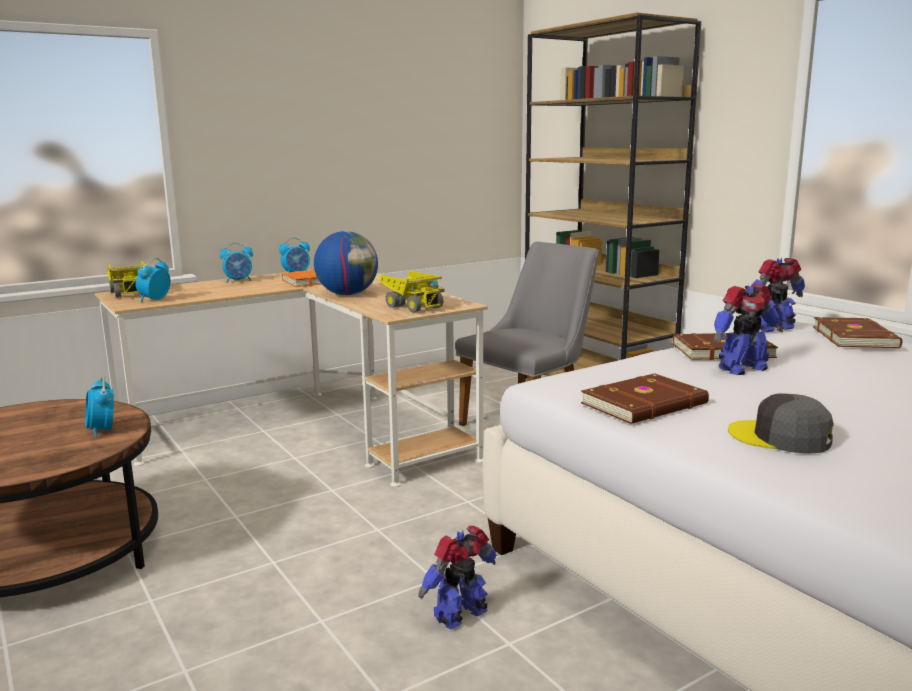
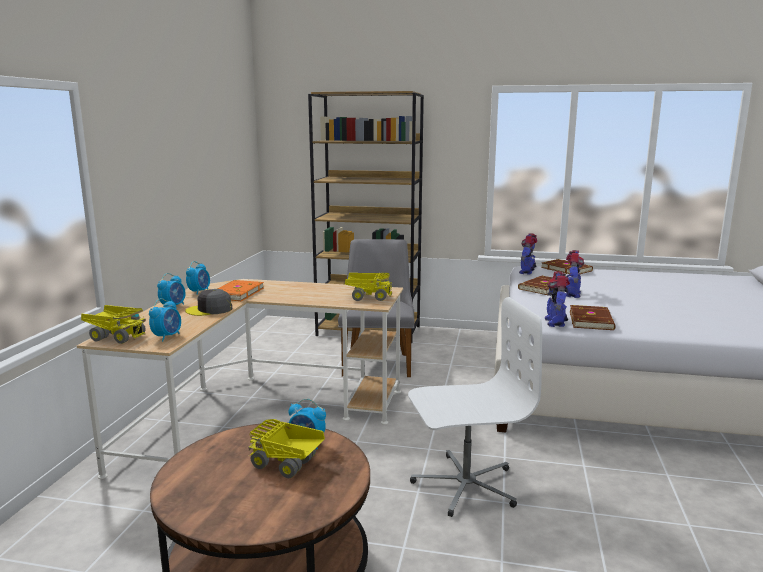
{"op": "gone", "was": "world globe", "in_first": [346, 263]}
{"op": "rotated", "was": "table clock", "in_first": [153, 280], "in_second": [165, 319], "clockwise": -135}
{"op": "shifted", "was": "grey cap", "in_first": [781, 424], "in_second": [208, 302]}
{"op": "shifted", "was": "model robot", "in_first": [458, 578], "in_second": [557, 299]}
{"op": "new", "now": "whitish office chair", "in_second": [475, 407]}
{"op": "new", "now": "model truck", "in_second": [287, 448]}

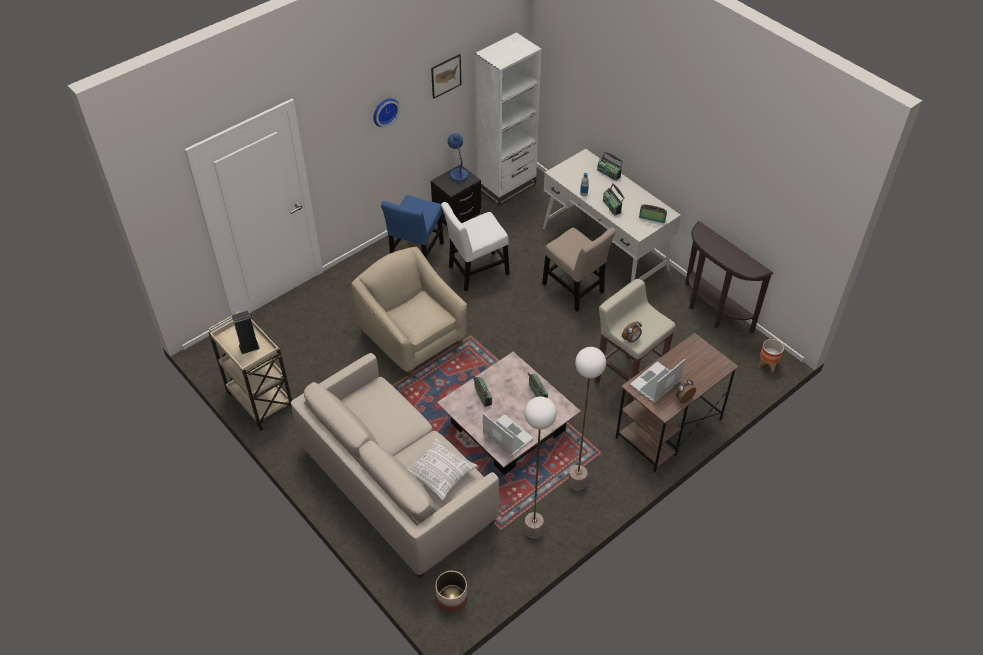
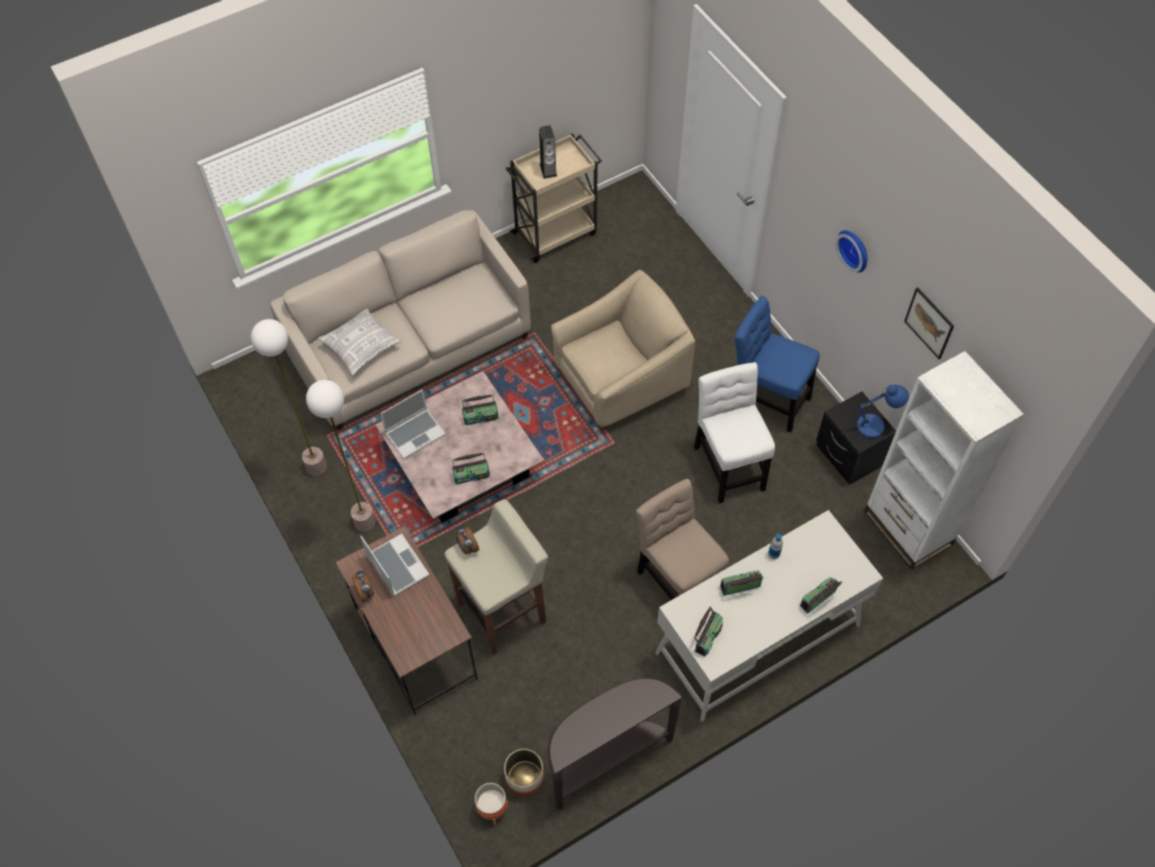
{"op": "rotated", "was": "sand-coloured plain chair", "in_first": [579, 270], "in_second": [682, 539], "clockwise": 90}
{"op": "shifted", "was": "planter", "in_first": [451, 591], "in_second": [524, 773]}

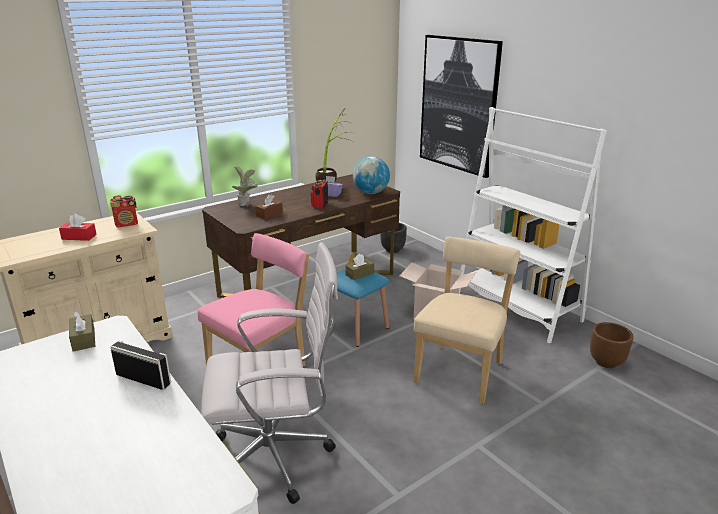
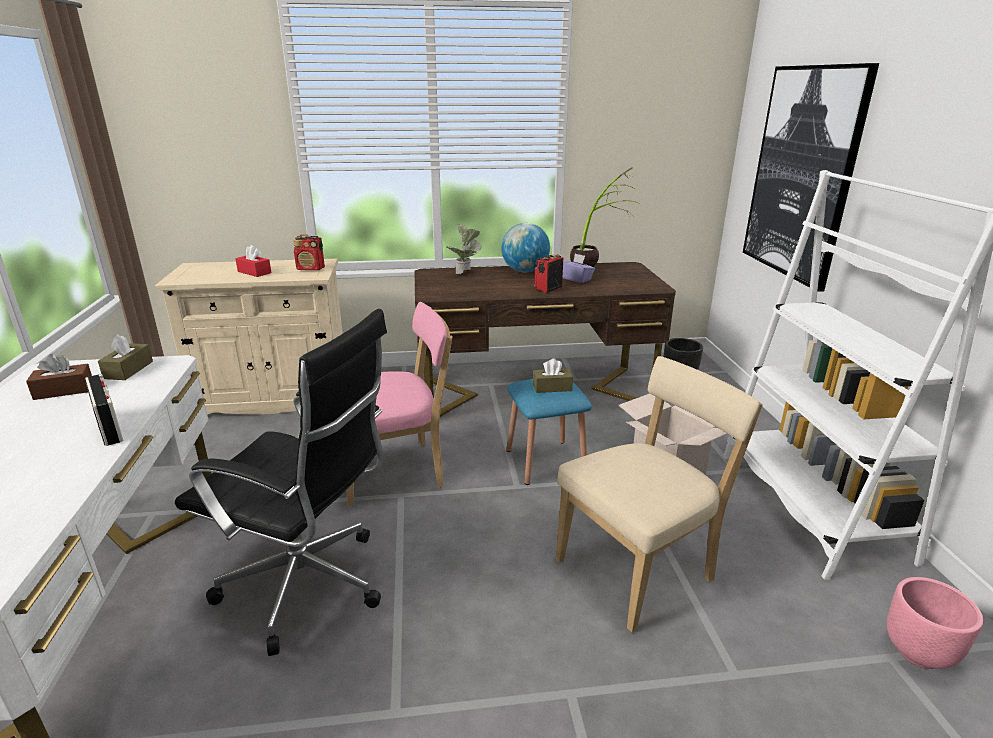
{"op": "shifted", "was": "world globe", "in_first": [371, 175], "in_second": [525, 248]}
{"op": "shifted", "was": "brownish tissue box", "in_first": [269, 206], "in_second": [59, 377]}
{"op": "repainted", "was": "whitish office chair", "now": "black office chair", "in_first": [269, 373], "in_second": [281, 482]}
{"op": "repainted", "was": "brownish planter", "now": "pink-coloured planter", "in_first": [612, 345], "in_second": [935, 623]}

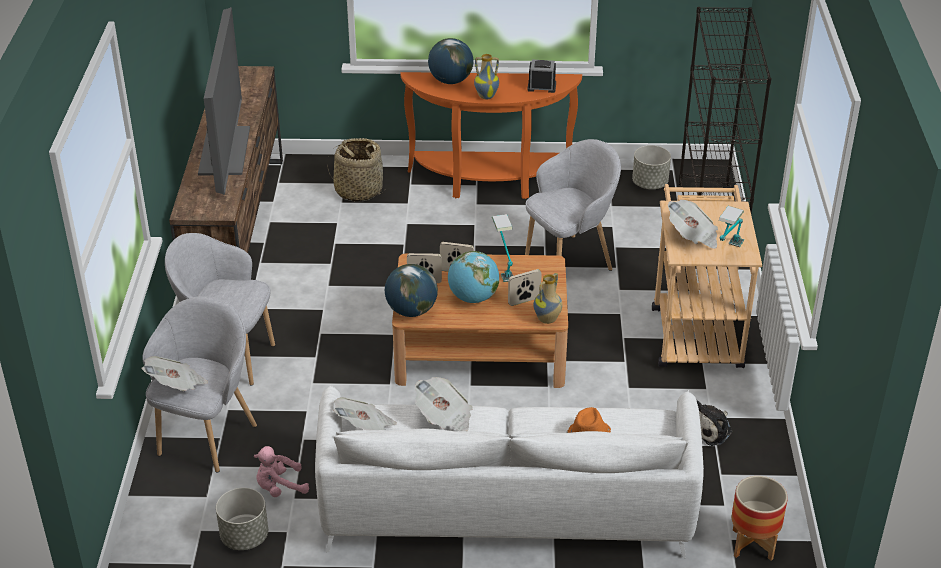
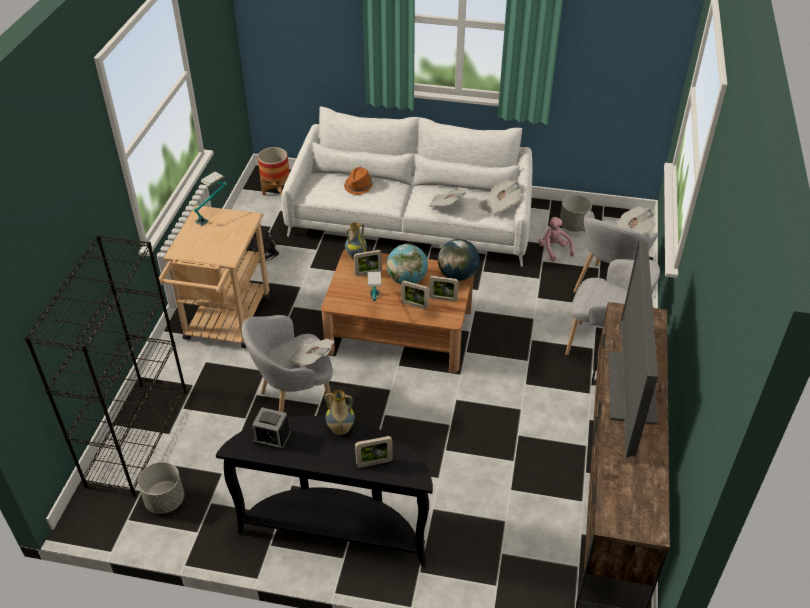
{"op": "swapped", "was": "world globe", "now": "photo frame", "in_first": [451, 61], "in_second": [374, 452]}
{"op": "repainted", "was": "orange narrow table", "now": "black narrow table", "in_first": [491, 135], "in_second": [324, 491]}
{"op": "gone", "was": "basket", "in_first": [356, 169]}
{"op": "shifted", "was": "daily paper", "in_first": [693, 224], "in_second": [311, 352]}
{"op": "rotated", "was": "pink-coloured soft toy", "in_first": [281, 471], "in_second": [556, 239], "clockwise": -105}

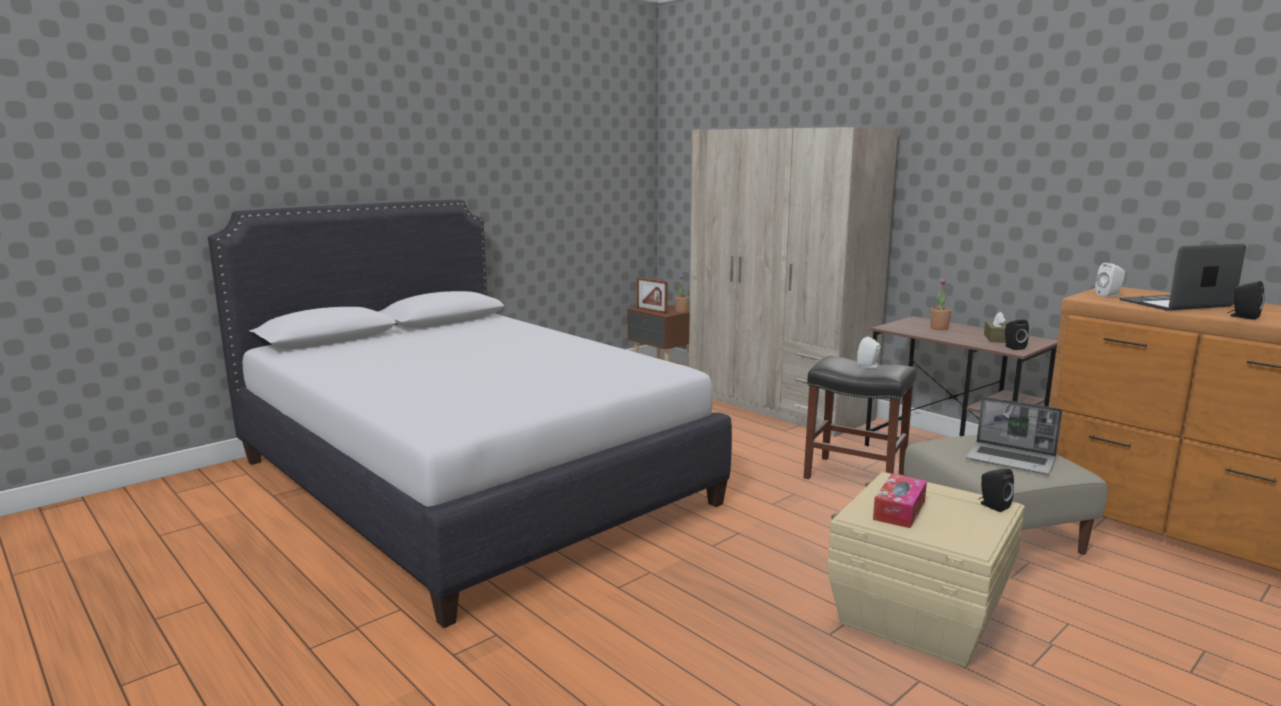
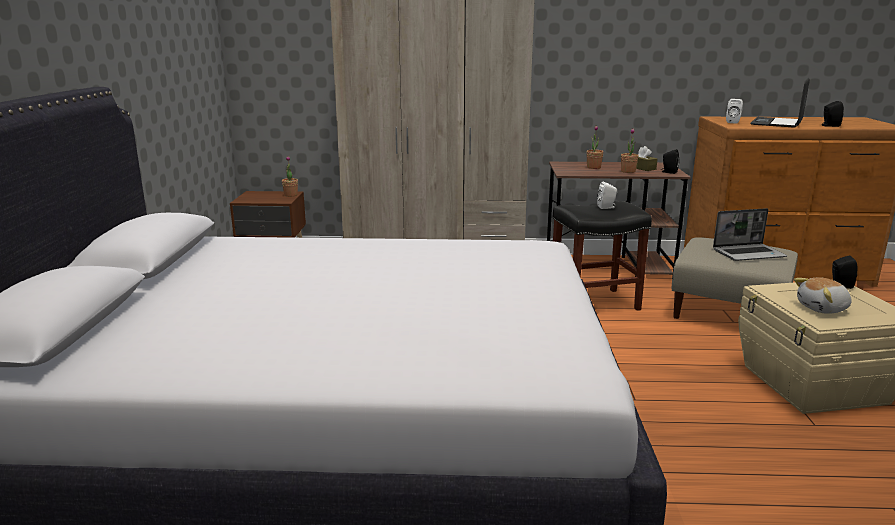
{"op": "gone", "was": "photo frame", "in_first": [652, 295]}
{"op": "swapped", "was": "tissue box", "now": "soft toy", "in_first": [900, 501], "in_second": [823, 295]}
{"op": "new", "now": "potted plant", "in_second": [630, 150]}

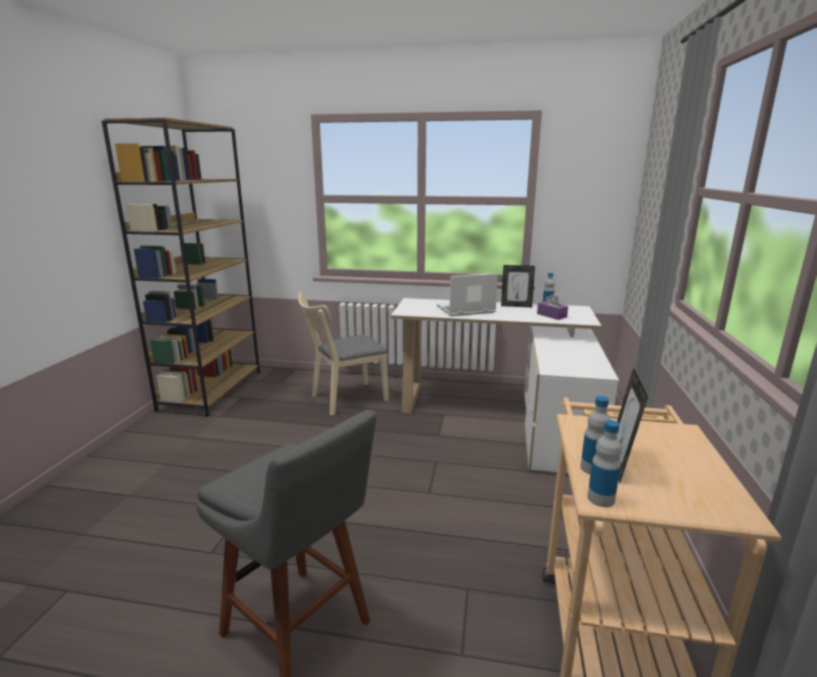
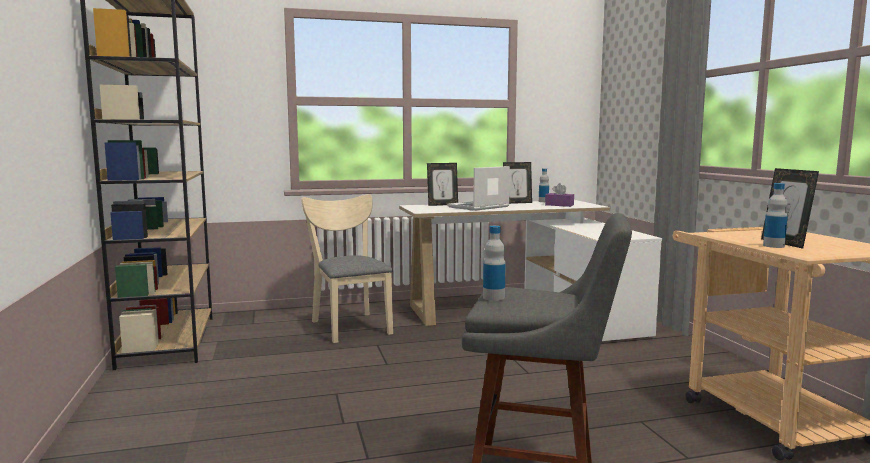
{"op": "rotated", "was": "sand-coloured plain chair", "in_first": [343, 354], "in_second": [347, 268], "clockwise": 120}
{"op": "shifted", "was": "bottle", "in_first": [604, 463], "in_second": [494, 263]}
{"op": "new", "now": "photo frame", "in_second": [442, 184]}

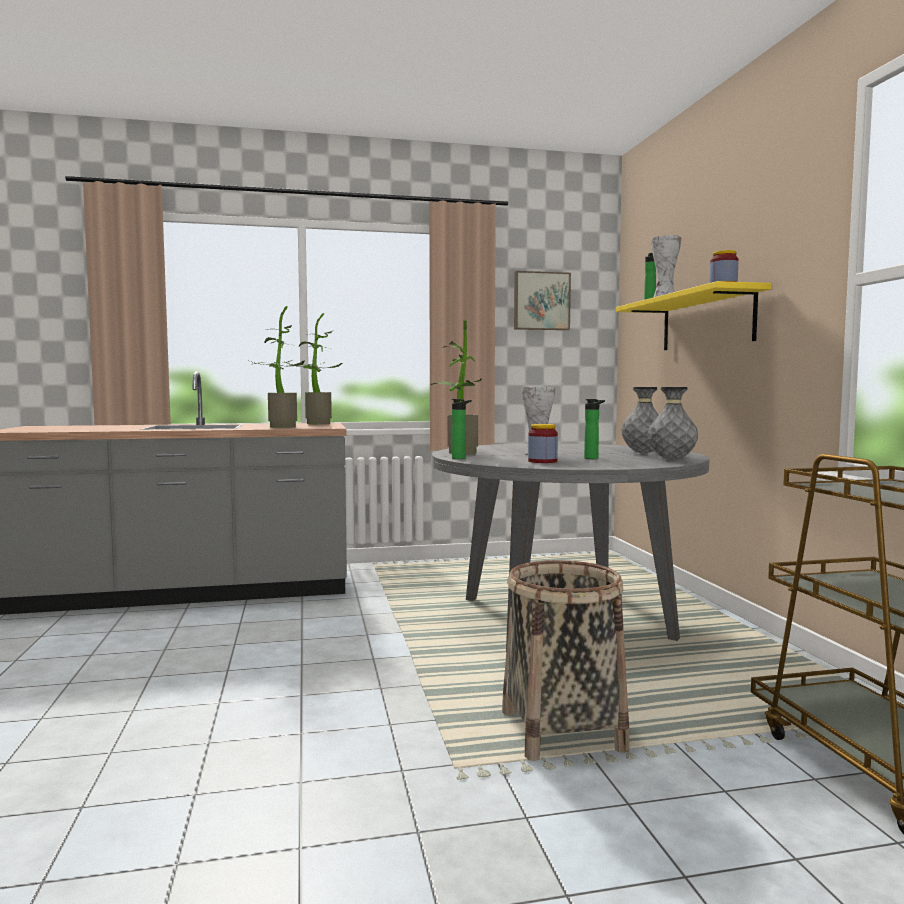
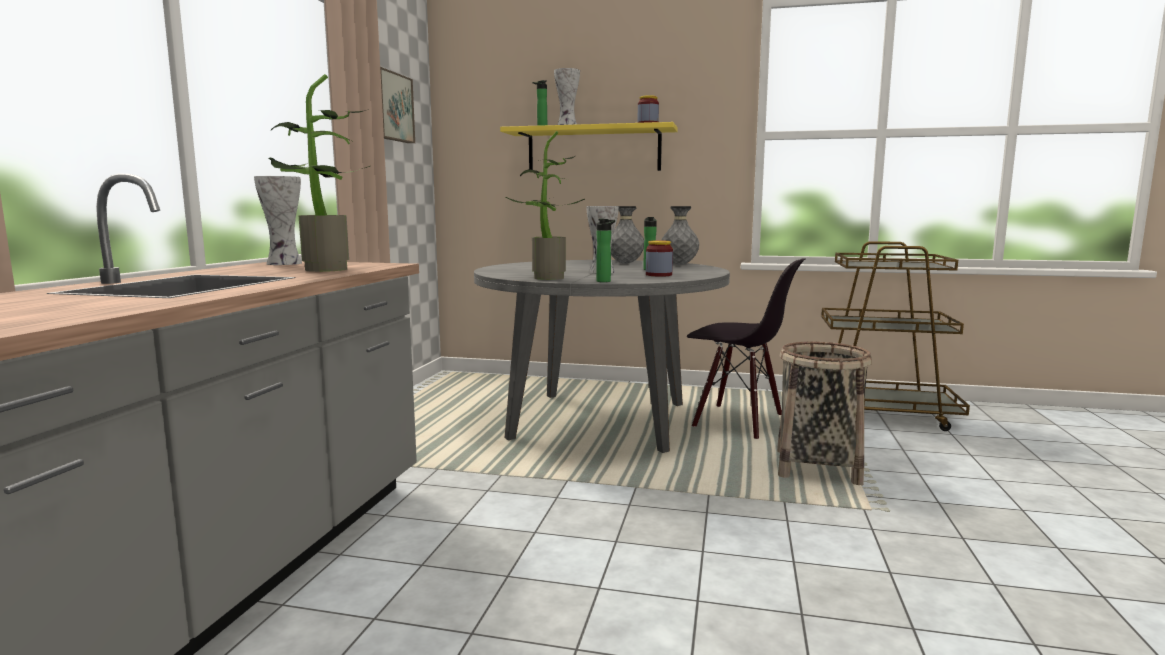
{"op": "swapped", "was": "potted plant", "now": "flower vase", "in_first": [315, 368], "in_second": [278, 220]}
{"op": "new", "now": "black plain chair", "in_second": [746, 348]}

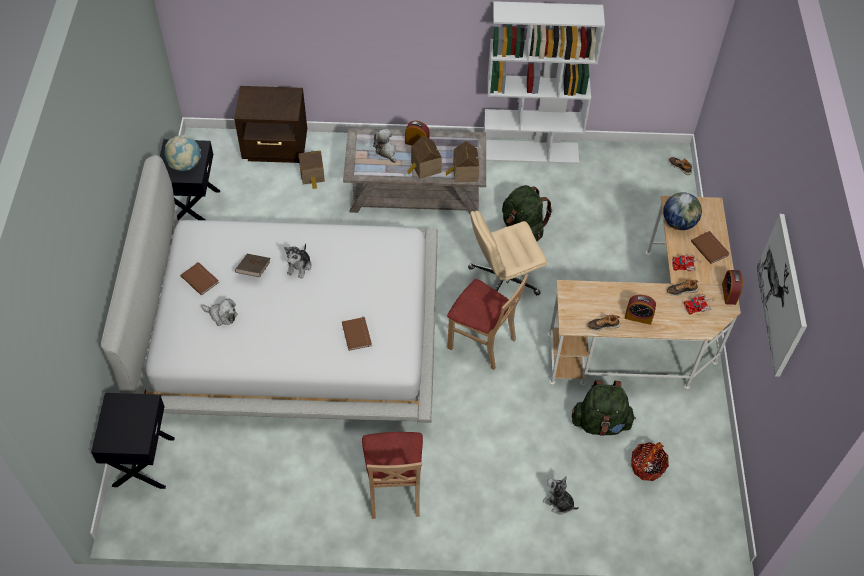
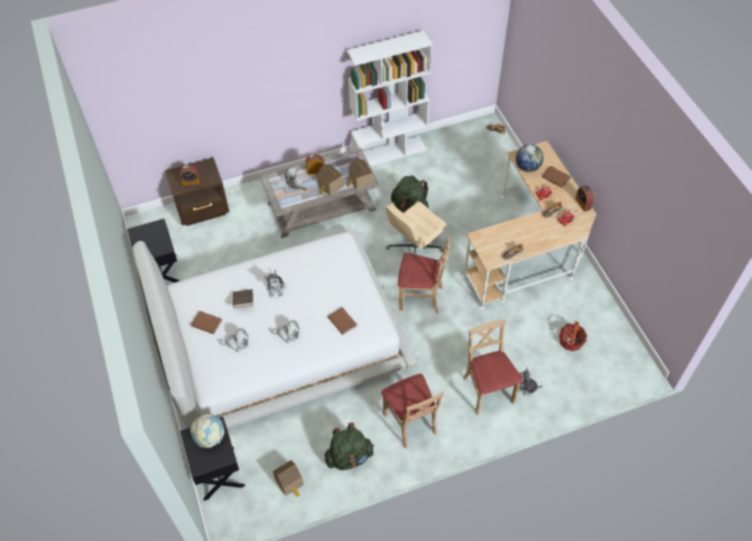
{"op": "shifted", "was": "world globe", "in_first": [182, 153], "in_second": [207, 431]}
{"op": "shifted", "was": "toy house", "in_first": [311, 169], "in_second": [288, 479]}
{"op": "gone", "was": "wall art", "in_first": [781, 295]}
{"op": "shifted", "was": "table clock", "in_first": [640, 310], "in_second": [189, 175]}
{"op": "shifted", "was": "greenish rucksack", "in_first": [604, 408], "in_second": [349, 446]}
{"op": "new", "now": "soft toy", "in_second": [284, 331]}
{"op": "new", "now": "sand-coloured plain chair", "in_second": [493, 367]}

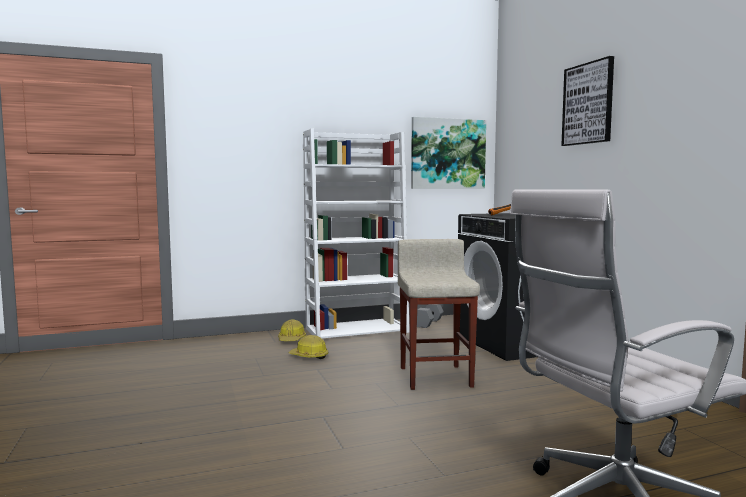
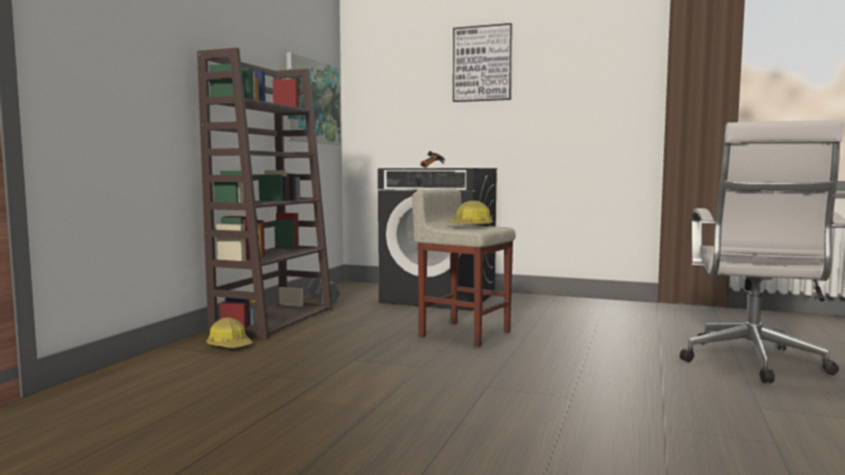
{"op": "repainted", "was": "whitish shelving unit", "now": "brownish shelving unit", "in_first": [356, 233], "in_second": [264, 194]}
{"op": "shifted", "was": "safety helmet", "in_first": [308, 347], "in_second": [469, 214]}

